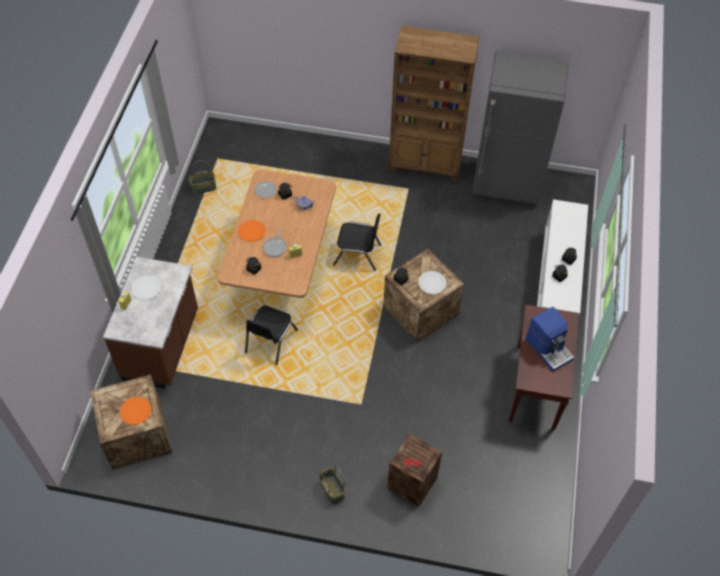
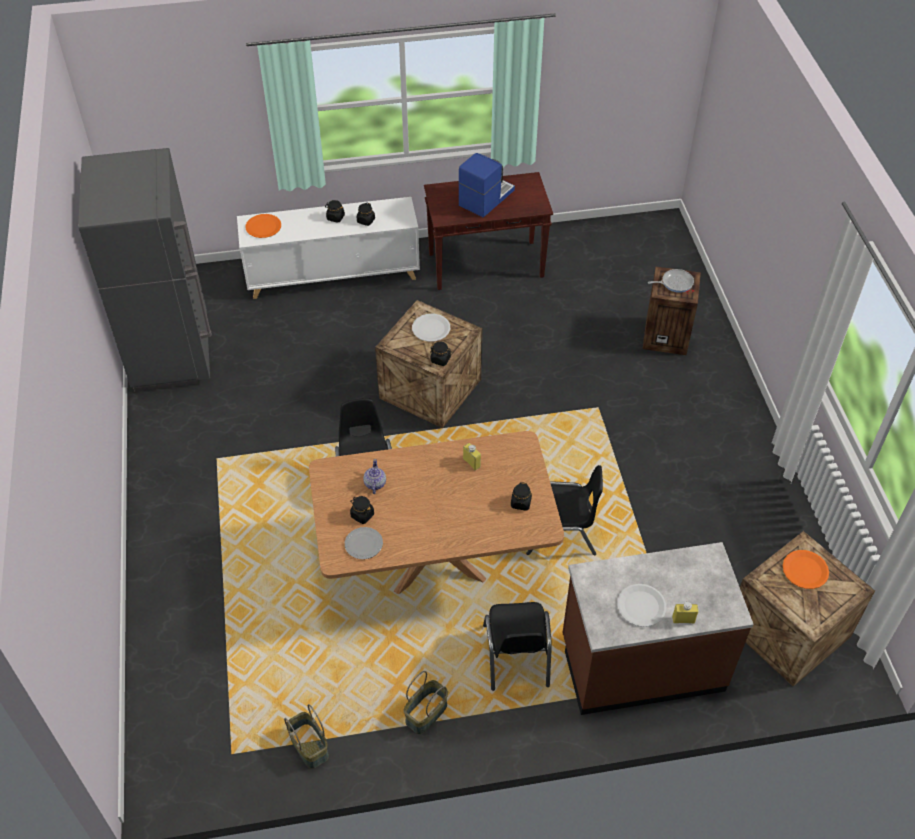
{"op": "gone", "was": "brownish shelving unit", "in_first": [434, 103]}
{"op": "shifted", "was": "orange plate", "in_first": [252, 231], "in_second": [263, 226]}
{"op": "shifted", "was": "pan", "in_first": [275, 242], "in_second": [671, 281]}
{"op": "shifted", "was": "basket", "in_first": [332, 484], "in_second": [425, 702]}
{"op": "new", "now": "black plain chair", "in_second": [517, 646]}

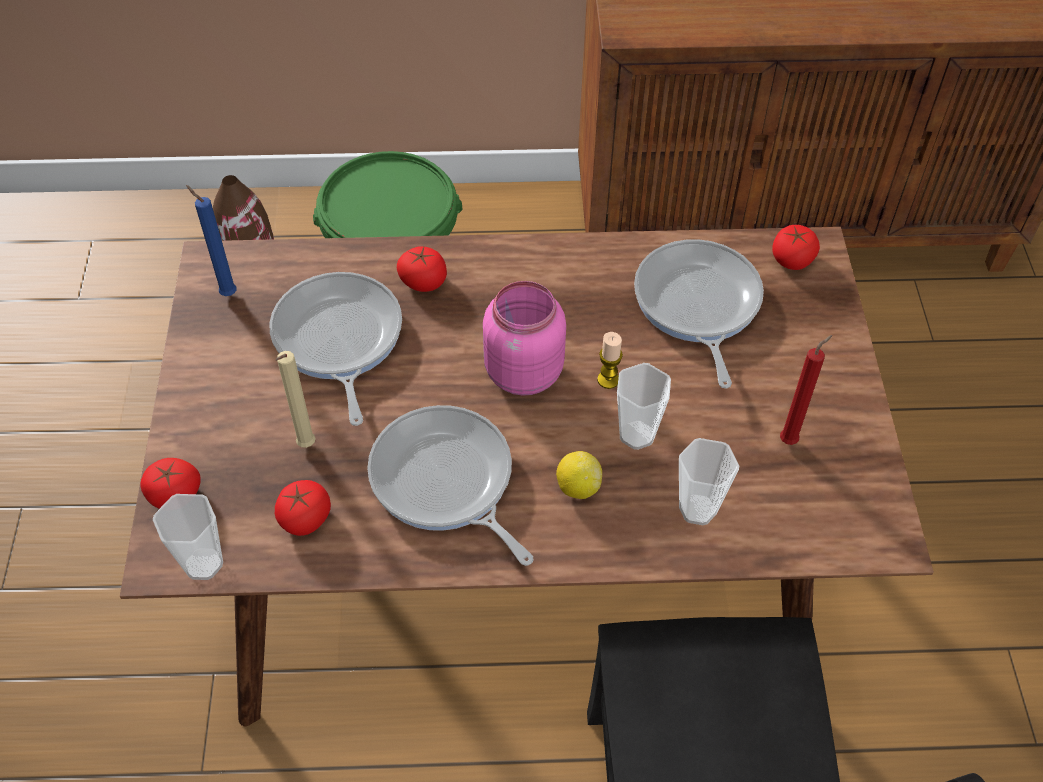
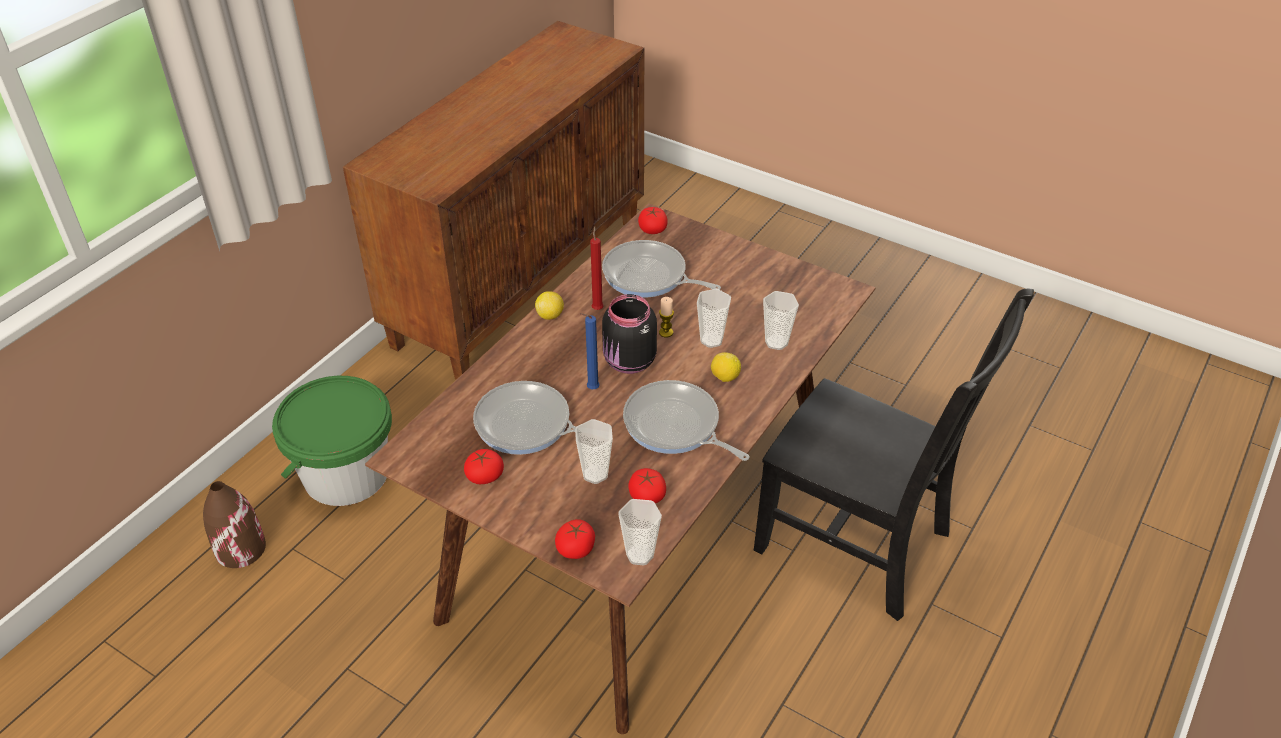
{"op": "shifted", "was": "bluish wax light", "in_first": [211, 240], "in_second": [590, 351]}
{"op": "shifted", "was": "tomato", "in_first": [422, 269], "in_second": [484, 466]}
{"op": "repainted", "was": "pink-coloured jar", "now": "black jar", "in_first": [524, 338], "in_second": [629, 334]}
{"op": "shifted", "was": "reddish wax light", "in_first": [806, 390], "in_second": [596, 268]}
{"op": "swapped", "was": "sand-coloured wax light", "now": "cup", "in_first": [295, 399], "in_second": [594, 451]}
{"op": "rotated", "was": "pan", "in_first": [450, 485], "in_second": [686, 420], "clockwise": 45}
{"op": "new", "now": "whole lemon", "in_second": [549, 305]}

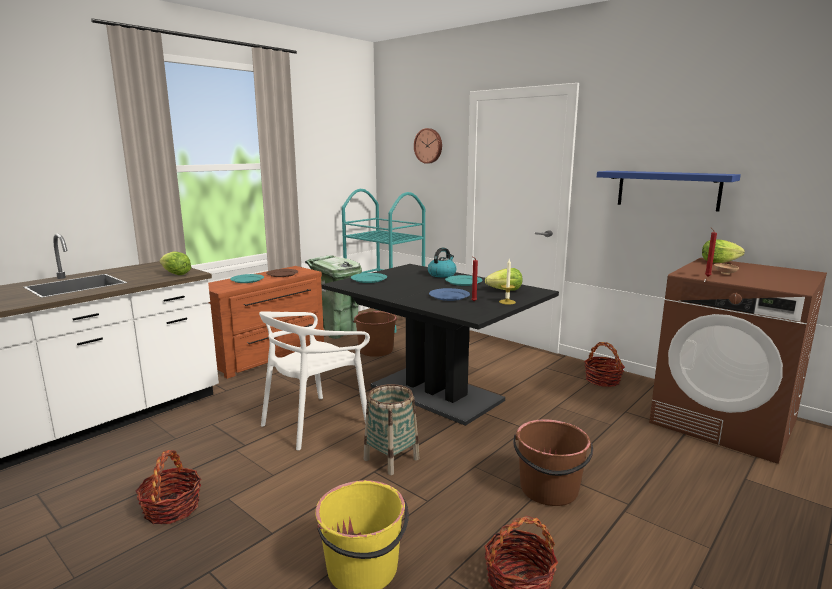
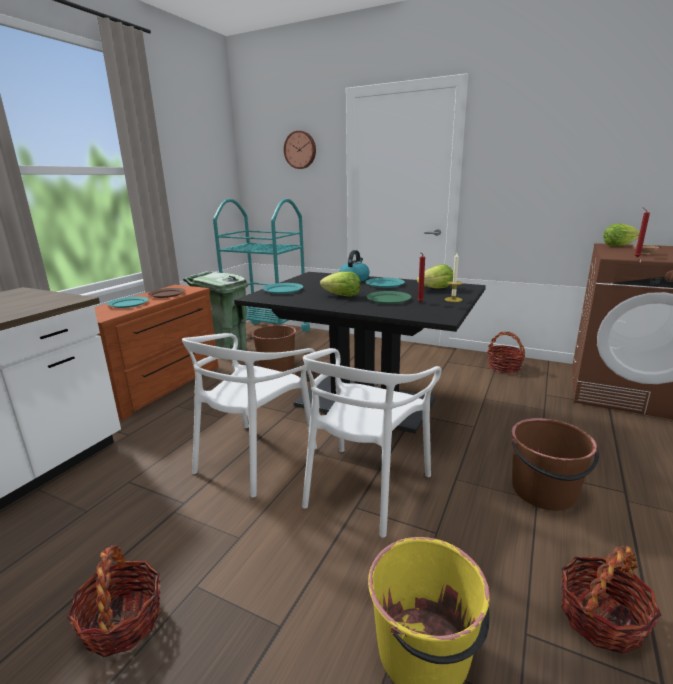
{"op": "gone", "was": "bluish bracket shelf", "in_first": [669, 191]}
{"op": "shifted", "was": "lettuce", "in_first": [175, 263], "in_second": [340, 284]}
{"op": "repainted", "was": "bluish plate", "now": "greenish plate", "in_first": [449, 294], "in_second": [388, 297]}
{"op": "swapped", "was": "basket", "now": "whitish plain chair", "in_first": [391, 429], "in_second": [371, 443]}

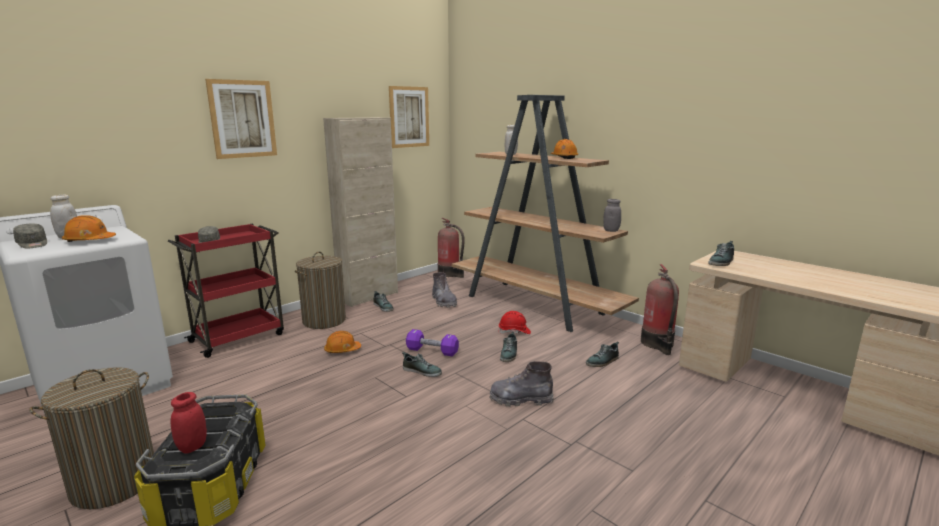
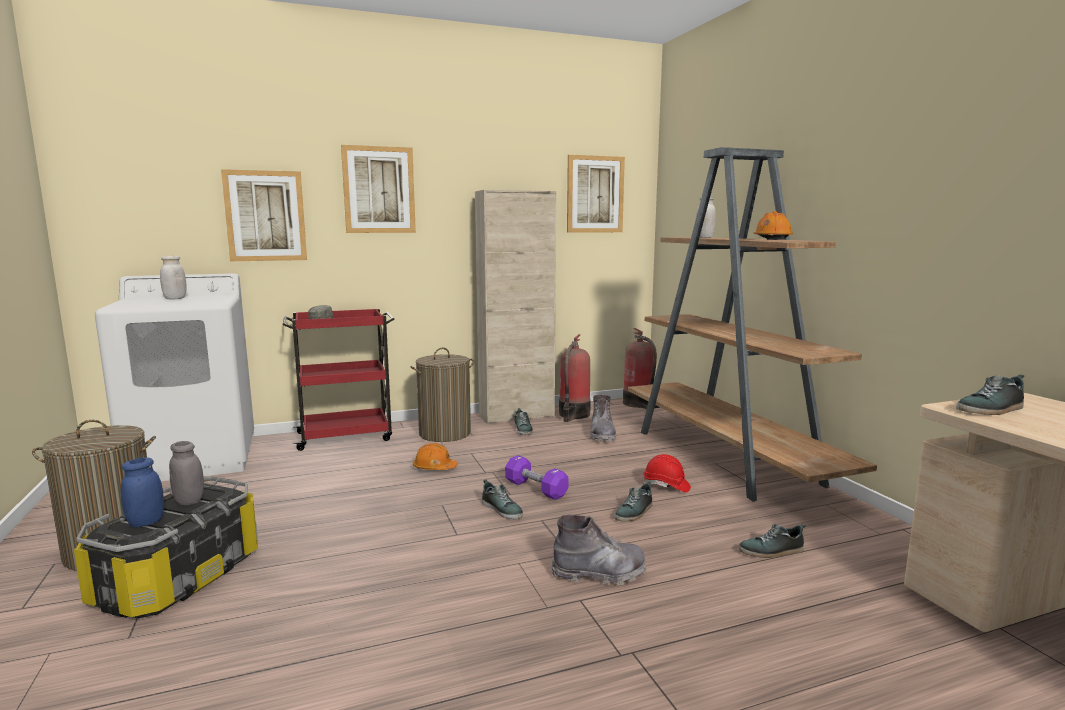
{"op": "shifted", "was": "grey jar", "in_first": [612, 215], "in_second": [186, 473]}
{"op": "gone", "was": "orange safety helmet", "in_first": [89, 228]}
{"op": "gone", "was": "grey cap", "in_first": [30, 236]}
{"op": "shifted", "was": "extinguisher", "in_first": [660, 309], "in_second": [575, 378]}
{"op": "rotated", "was": "grey tall boot", "in_first": [522, 384], "in_second": [599, 550], "clockwise": 150}
{"op": "repainted", "was": "reddish jar", "now": "bluish jar", "in_first": [188, 423], "in_second": [142, 492]}
{"op": "new", "now": "wall art", "in_second": [264, 215]}

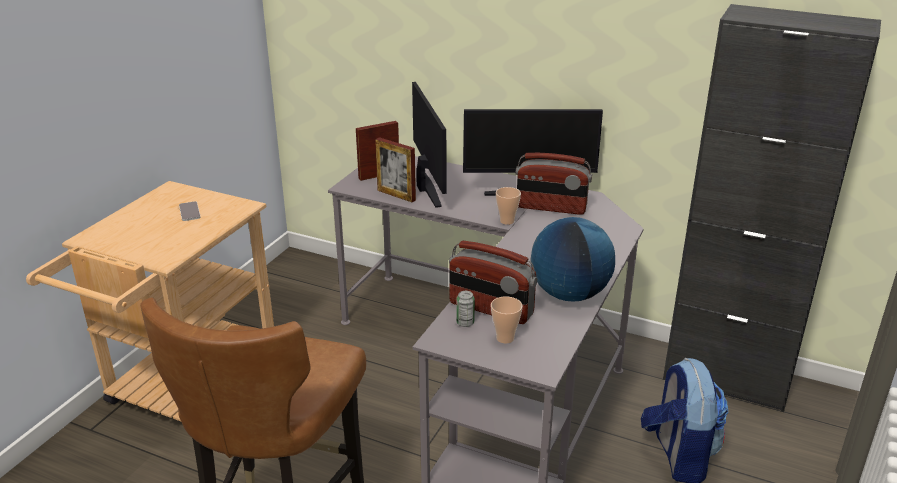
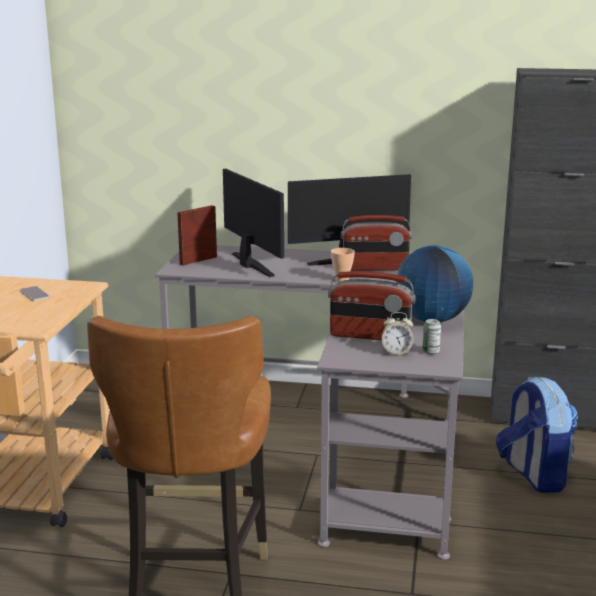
{"op": "gone", "was": "photo frame", "in_first": [395, 169]}
{"op": "shifted", "was": "can", "in_first": [465, 309], "in_second": [432, 336]}
{"op": "swapped", "was": "cup", "now": "table clock", "in_first": [507, 319], "in_second": [398, 333]}

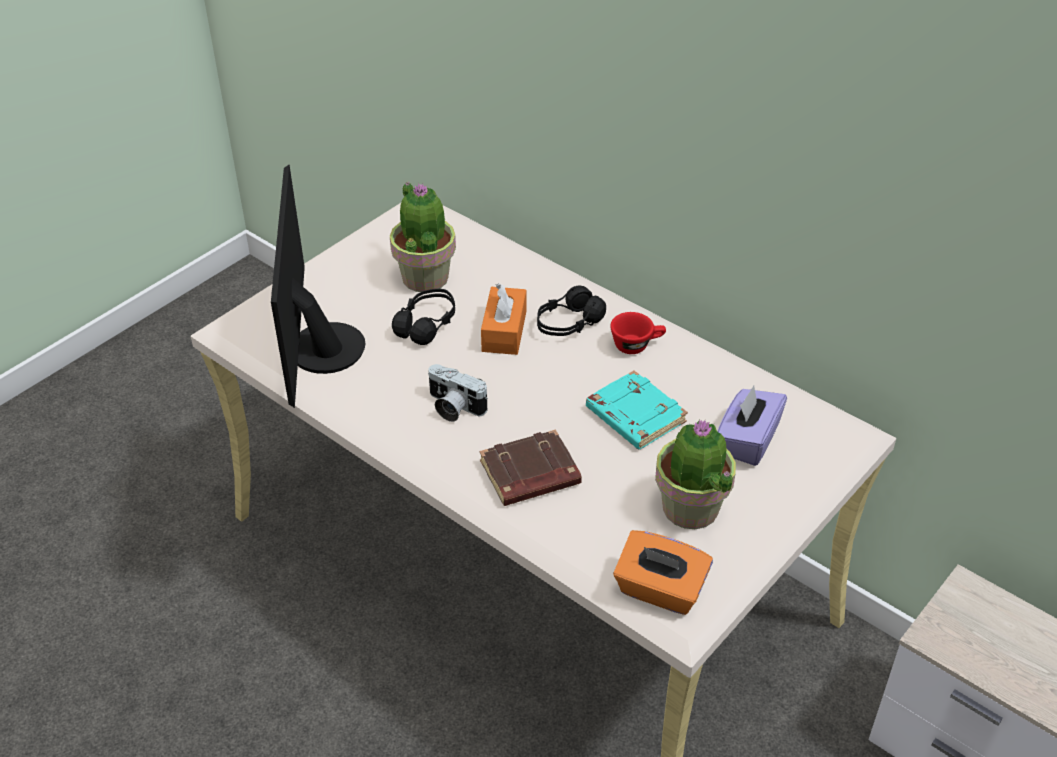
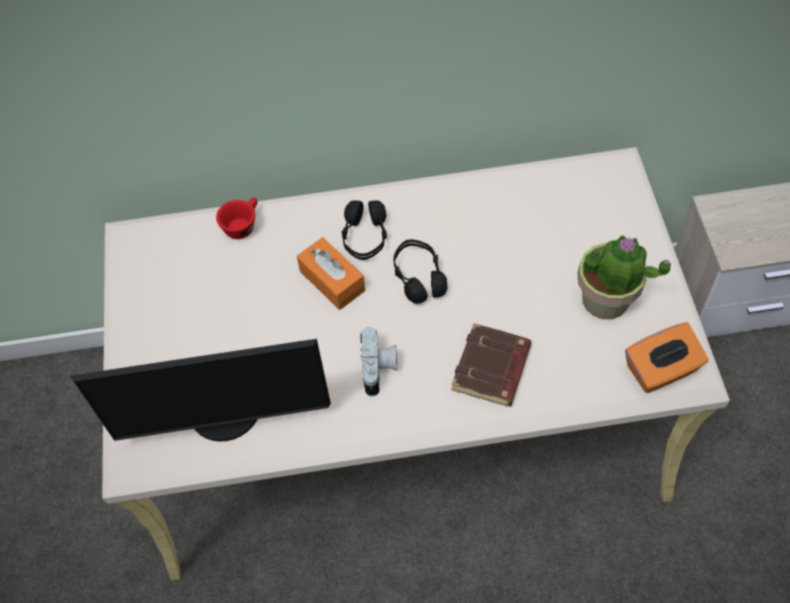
{"op": "rotated", "was": "computer screen", "in_first": [318, 286], "in_second": [200, 390], "clockwise": -45}
{"op": "gone", "was": "potted plant", "in_first": [423, 237]}
{"op": "shifted", "was": "black headphones", "in_first": [423, 317], "in_second": [420, 271]}
{"op": "shifted", "was": "reddish cup", "in_first": [638, 333], "in_second": [237, 218]}
{"op": "rotated", "was": "still camera", "in_first": [458, 393], "in_second": [378, 362], "clockwise": -75}
{"op": "gone", "was": "turquoise volume", "in_first": [637, 409]}
{"op": "gone", "was": "purple tissue box", "in_first": [752, 425]}

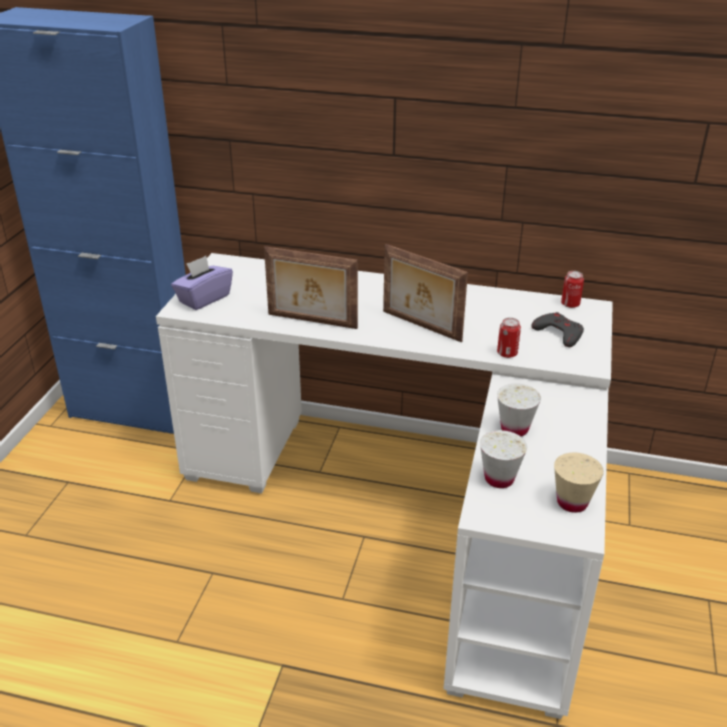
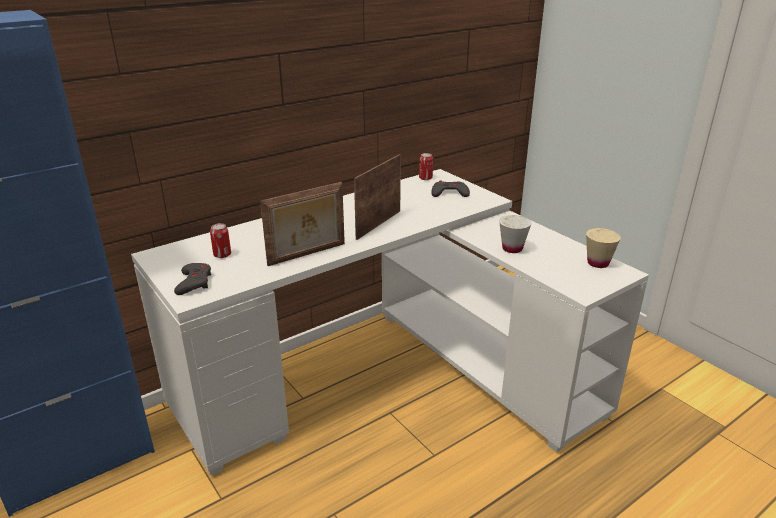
{"op": "rotated", "was": "photo frame", "in_first": [425, 293], "in_second": [377, 197], "clockwise": 135}
{"op": "swapped", "was": "purple tissue box", "now": "grey joypad", "in_first": [202, 283], "in_second": [192, 279]}
{"op": "shifted", "was": "can", "in_first": [509, 338], "in_second": [220, 240]}
{"op": "gone", "was": "whitish cup", "in_first": [503, 459]}

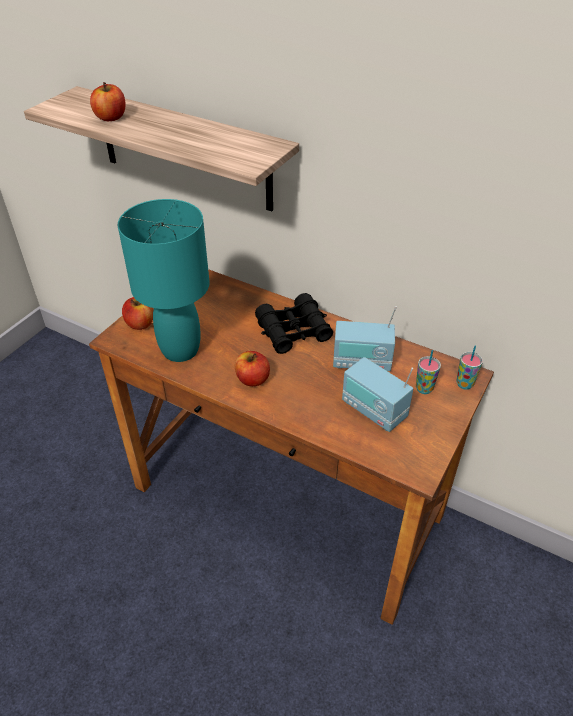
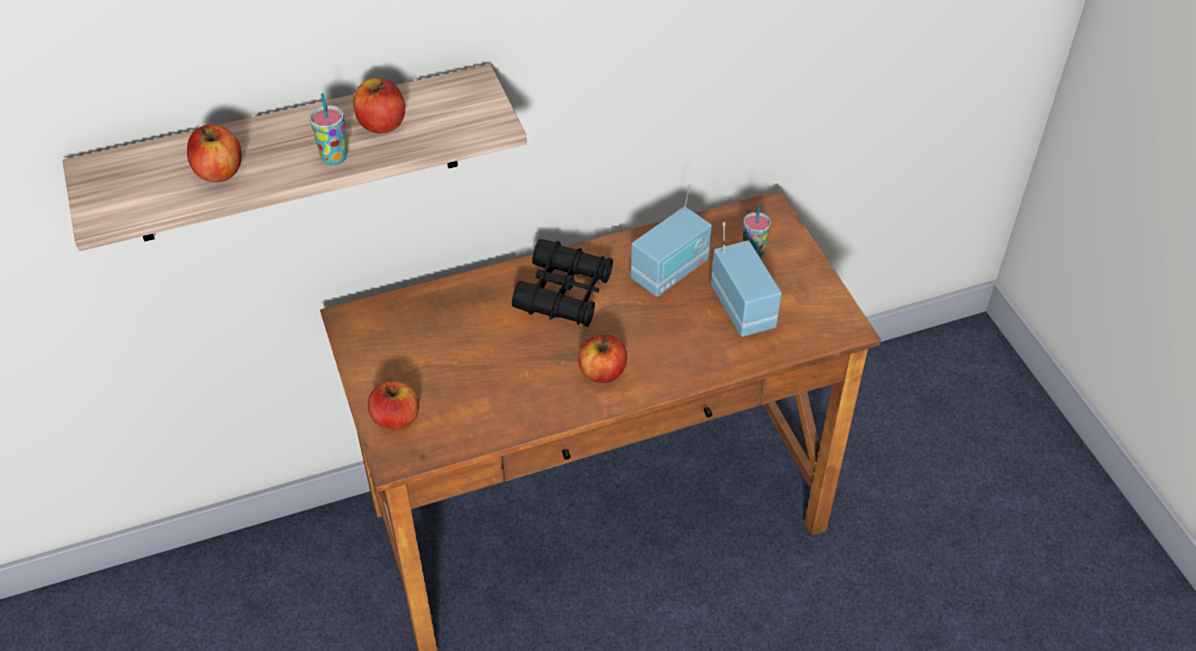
{"op": "gone", "was": "turquoise lamp for a table", "in_first": [164, 280]}
{"op": "shifted", "was": "cup", "in_first": [469, 367], "in_second": [328, 129]}
{"op": "rotated", "was": "radio set", "in_first": [378, 394], "in_second": [746, 279], "clockwise": -105}
{"op": "new", "now": "whole apple", "in_second": [379, 106]}

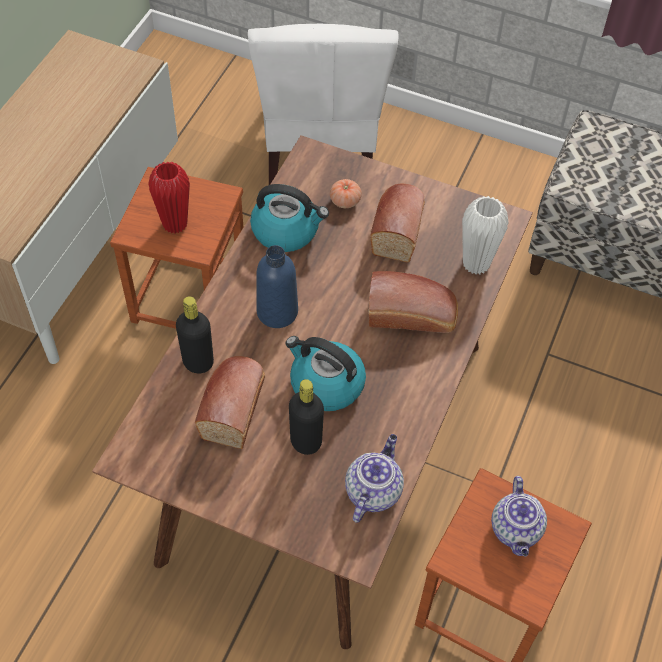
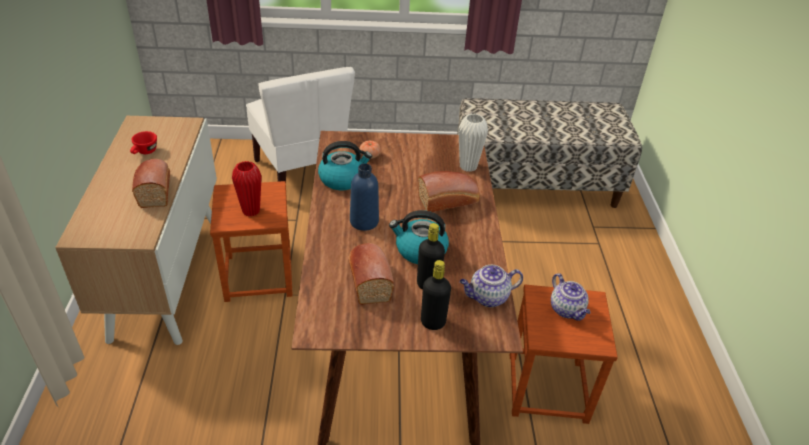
{"op": "shifted", "was": "bakery bread", "in_first": [397, 223], "in_second": [151, 183]}
{"op": "shifted", "was": "black bottle", "in_first": [195, 334], "in_second": [436, 295]}
{"op": "rotated", "was": "pot for tea", "in_first": [374, 478], "in_second": [491, 286], "clockwise": -105}
{"op": "new", "now": "reddish cup", "in_second": [143, 142]}

